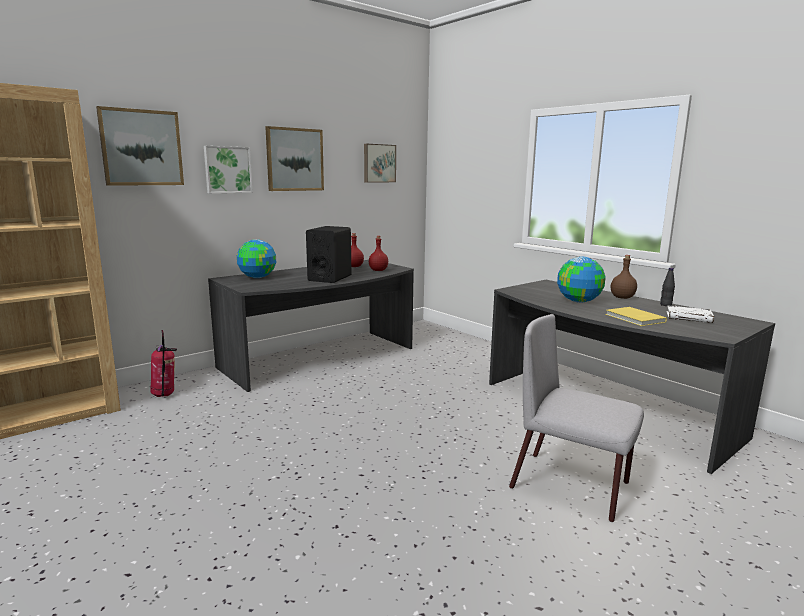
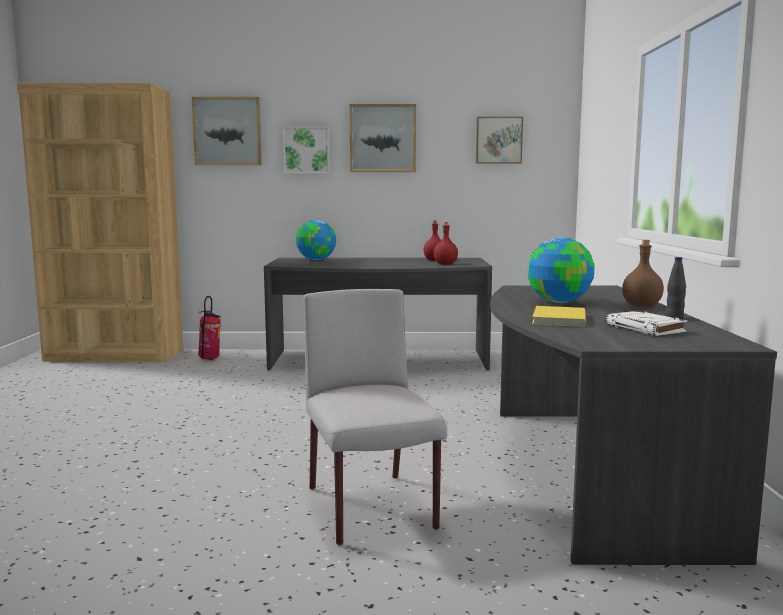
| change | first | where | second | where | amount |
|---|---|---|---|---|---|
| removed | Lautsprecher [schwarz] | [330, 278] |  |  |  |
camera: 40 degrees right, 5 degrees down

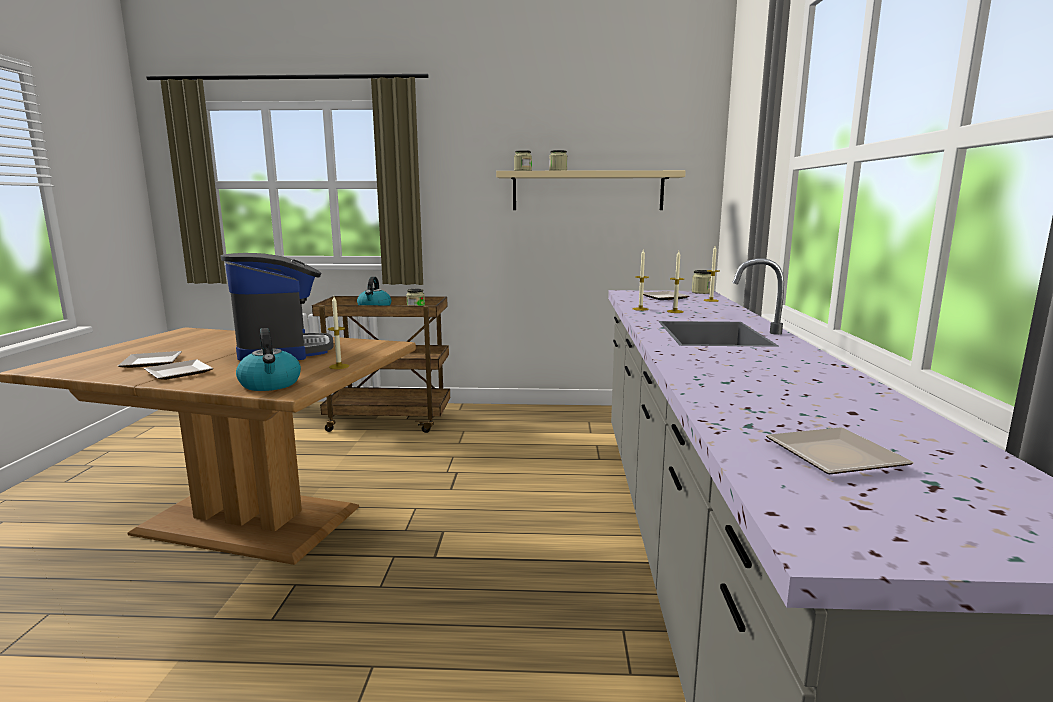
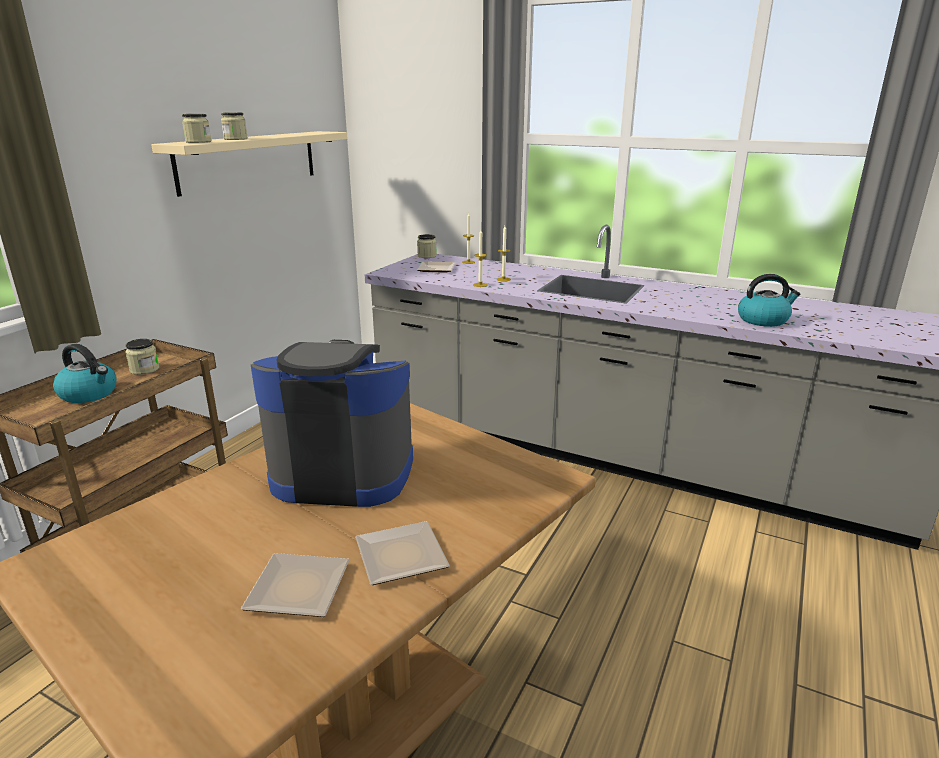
| change | first | where | second | where | amount |
|---|---|---|---|---|---|
| moved | Wasserkessel | [270, 384] |  | [763, 320] |  |
| removed | Kerze | [339, 366] |  |  |  |
| removed | Teller | [834, 458] |  |  |  |
camera: 65 degrees left, 10 degrees up

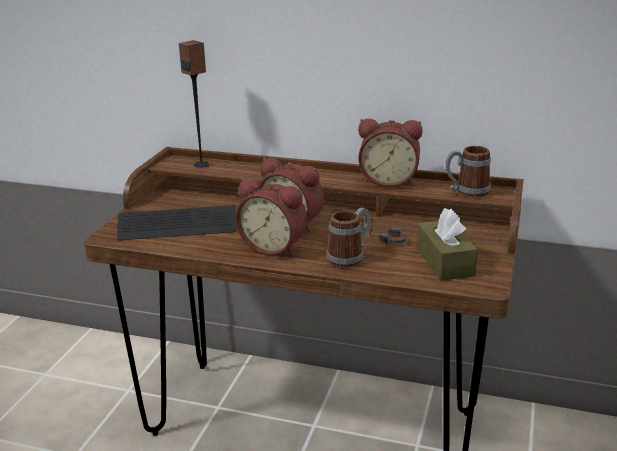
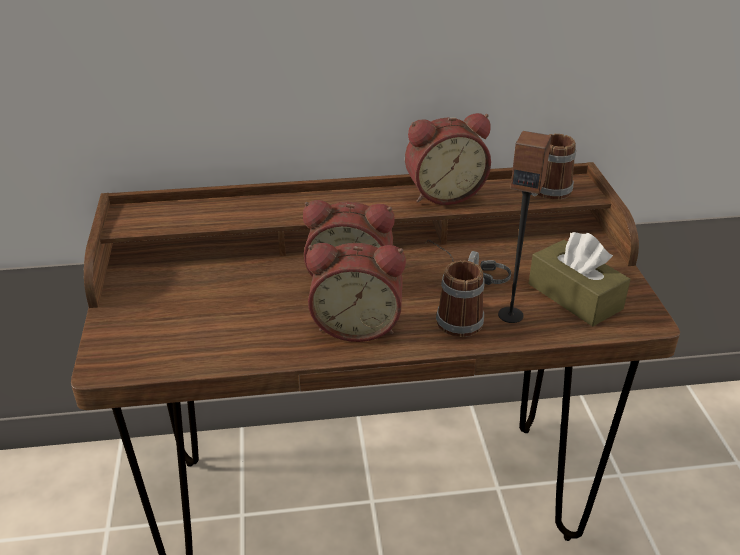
| change | first | where | second | where | amount |
|---|---|---|---|---|---|
| removed | Tastatur | [177, 225] |  |  |  |
| moved | Lautsprecher | [201, 164] |  | [510, 315] |  |
camera: 25 degrees left, 10 degrees up

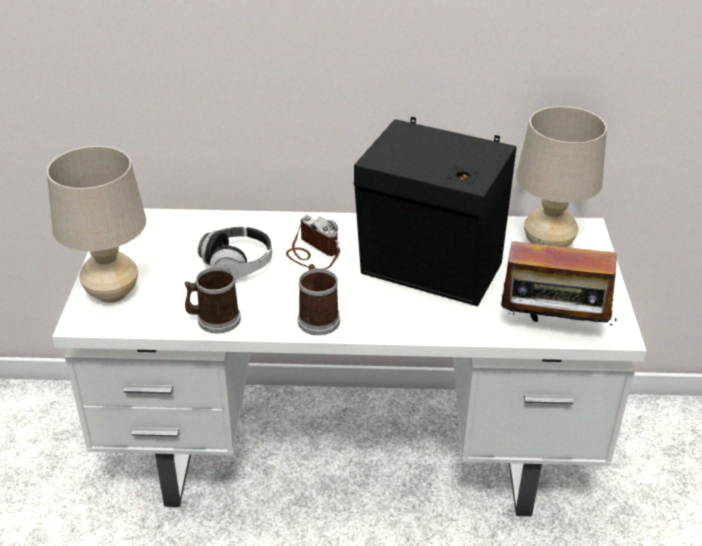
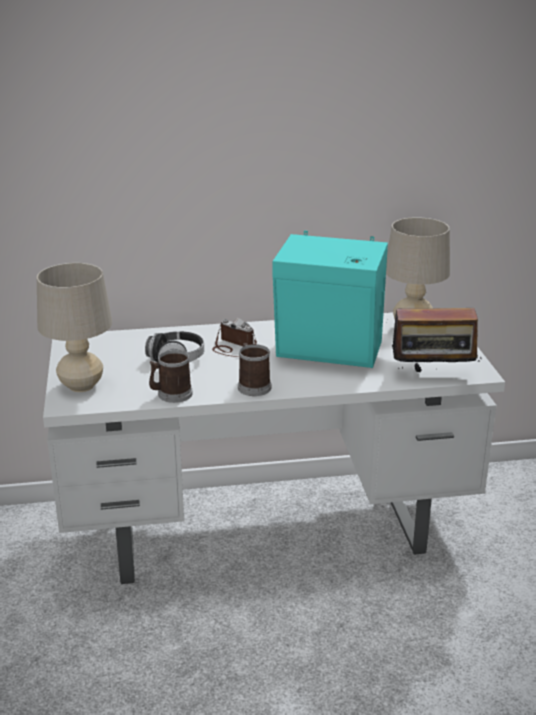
| change | first | where | second | where | amount |
|---|---|---|---|---|---|
| recoloured | Lautsprecher [schwarz] | [431, 273] | Lautsprecher [türkis] | [330, 352] |  |
camera: 10 degrees left, 10 degrees down

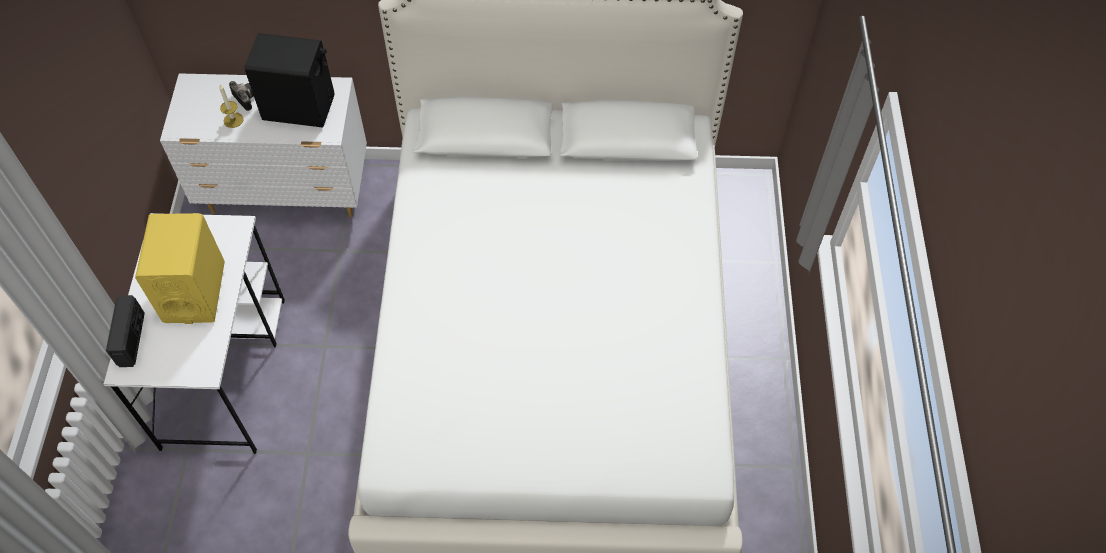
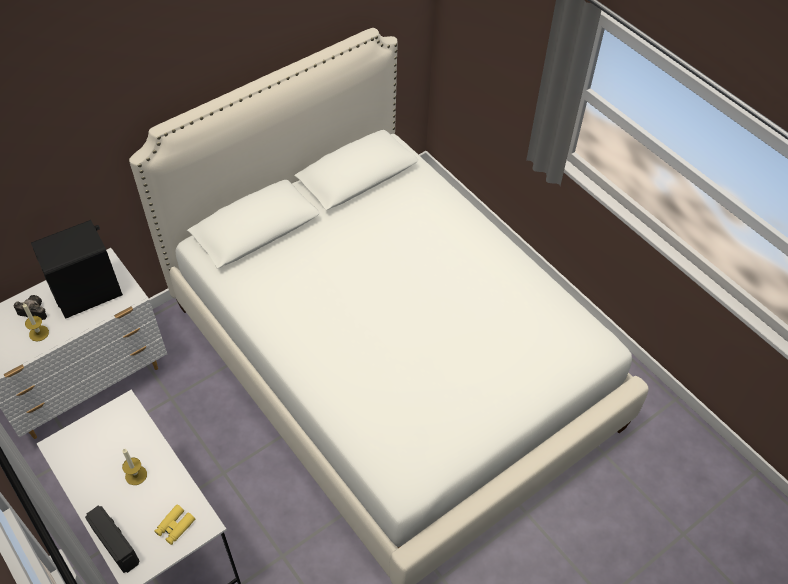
| change | first | where | second | where | amount |
|---|---|---|---|---|---|
| replaced | Lautsprecher [gelb] | [194, 292] | Kerze | [136, 475] |  |
| added |  |  | Fernglas [gelb] | [175, 527] |  |
camera: 40 degrees left, 5 degrees down

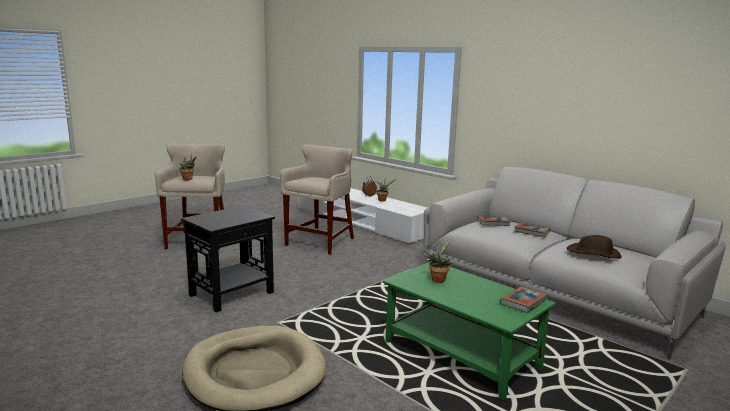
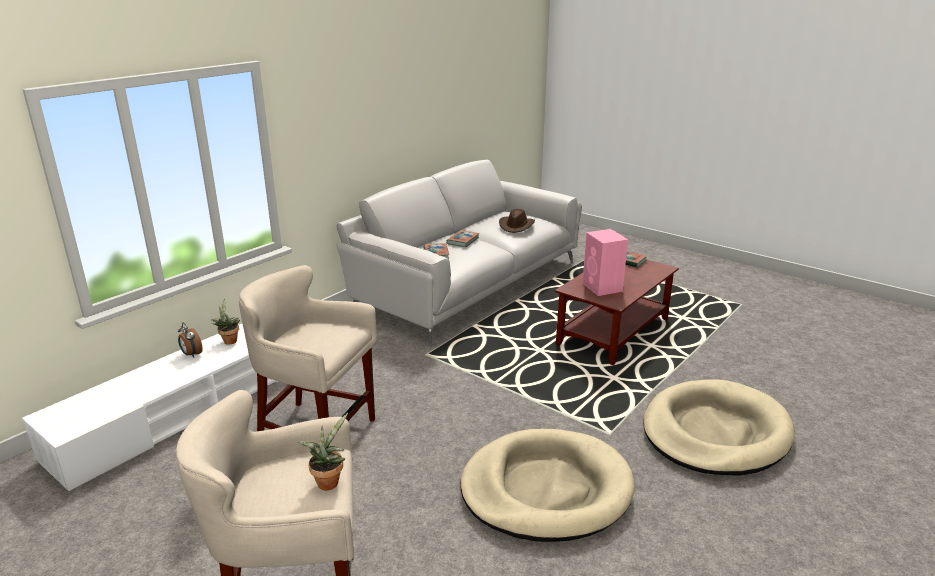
| change | first | where | second | where | amount |
|---|---|---|---|---|---|
| replaced | Beistelltisch [schwarz] | [232, 293] | Hundebett [beige] | [546, 489] |  |
| recoloured | Couchtisch [grün] | [462, 355] | Couchtisch [braun] | [613, 331] |  |
| replaced | Topfpflanze | [438, 279] | Lautsprecher [rosa] | [602, 287] |  |
camera: 95 degrees left, 10 degrees up

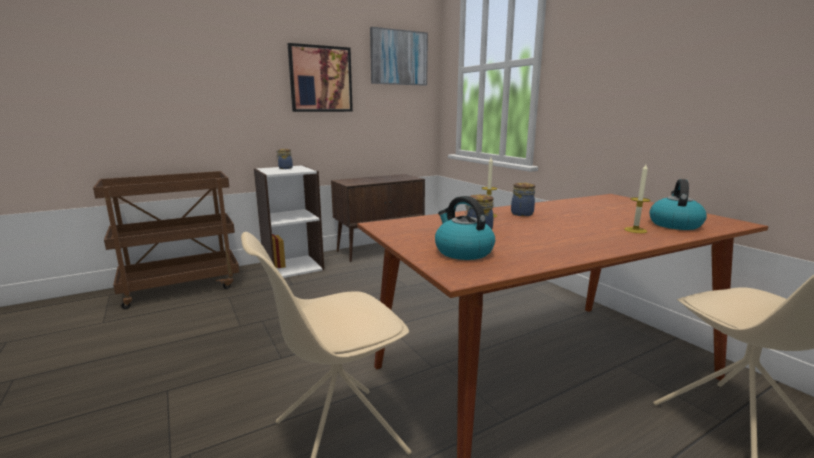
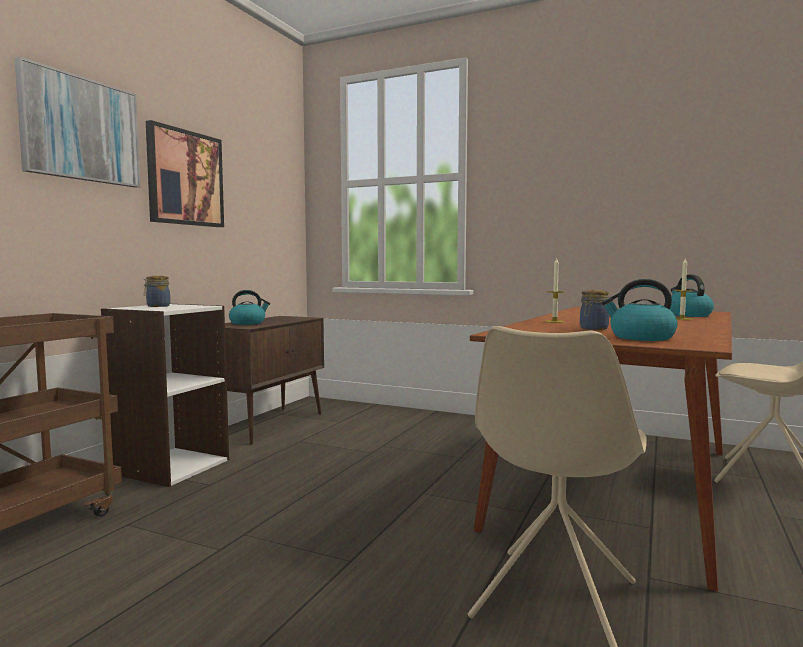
| change | first | where | second | where | amount |
|---|---|---|---|---|---|
| moved | Bild | [398, 57] |  | [81, 129] |  |
| removed | Vorratsglas | [523, 214] |  |  |  |
| added |  |  | Wasserkessel | [248, 323] |  |
camera: 35 degrees left, 10 degrees down

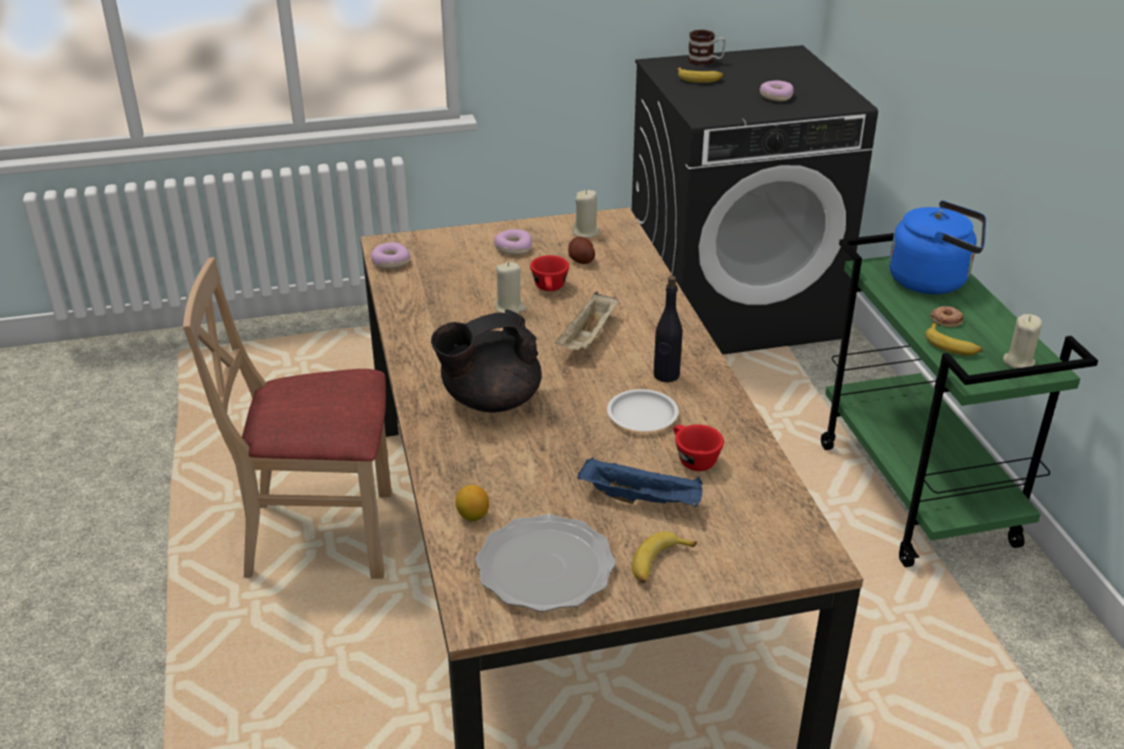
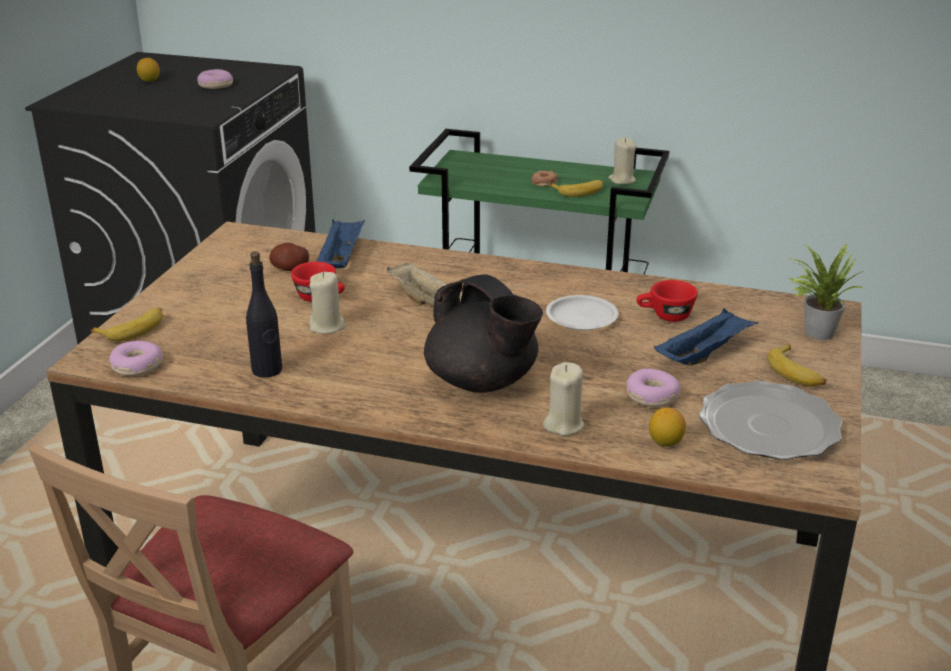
| change | first | where | second | where | amount |
|---|---|---|---|---|---|
| turned | Teekanne [schwarz] | [490, 401] |  | [483, 382] | 45 degrees counterclockwise |
| moved | Donut | [513, 248] |  | [652, 396] |  |
| moved | Kerze [beige] | [586, 232] |  | [563, 424] |  |
| moved | Flasche [schwarz] | [666, 375] |  | [267, 370] |  |
| moved | Banane | [699, 79] |  | [133, 329] |  |
| removed | Henkelbecher | [706, 61] |  |  |  |
| removed | Wasserkessel [blau] | [933, 281] |  |  |  |
| added |  |  | Zitrone | [149, 81] |  |
| added |  |  | Tablett [blau] | [341, 258] |  |
| added |  |  | Topfpflanze | [815, 332] |  |
camera: 60 degrees left, 5 degrees down

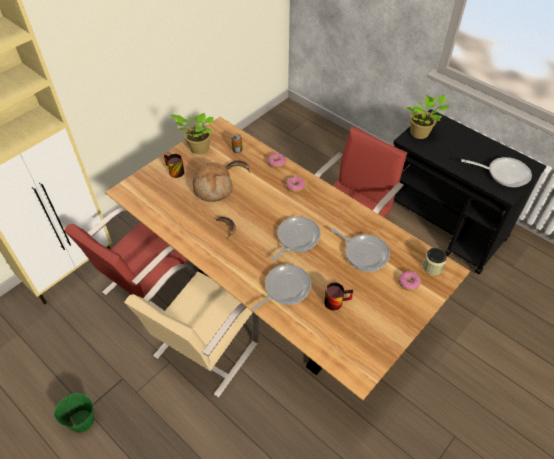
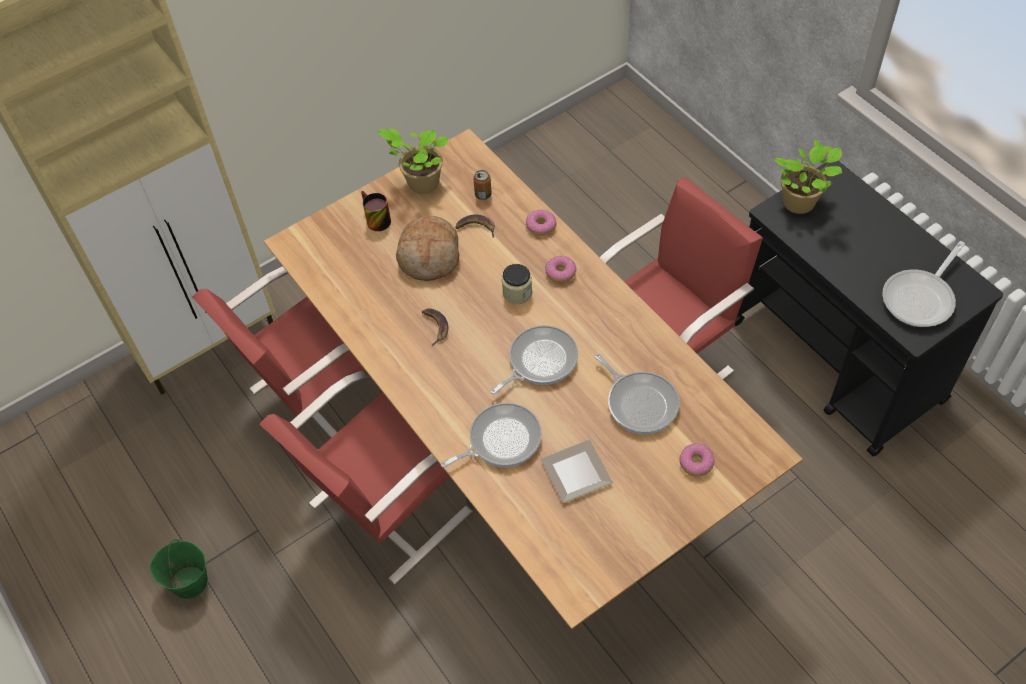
| change | first | where | second | where | amount |
|---|---|---|---|---|---|
| recoloured | Stuhl [beige] | [204, 351] | Stuhl [rot] | [388, 508] |  |
| replaced | Henkelbecher | [336, 300] | Teller | [573, 472] |  |
| moved | Vorratsglas | [432, 267] |  | [517, 293] |  |
| turned | Pfanne | [503, 174] |  | [921, 298] | 105 degrees clockwise |
camera: 15 degrees right, 5 degrees up

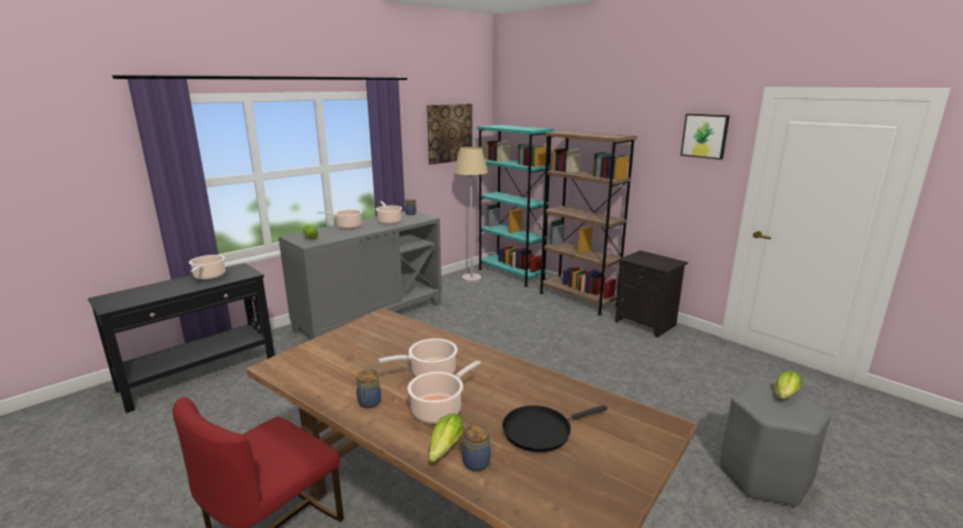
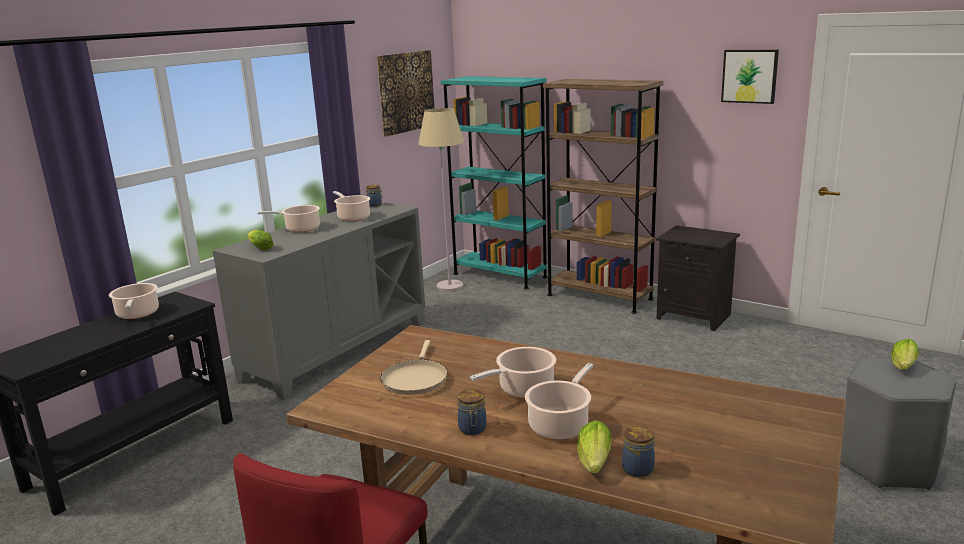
| change | first | where | second | where | amount |
|---|---|---|---|---|---|
| removed | Pfanne [schwarz] | [540, 430] |  |  |  |
| added |  |  | Pfanne [beige] | [415, 379] |  |
camera: 10 degrees left, 0 degrees up

